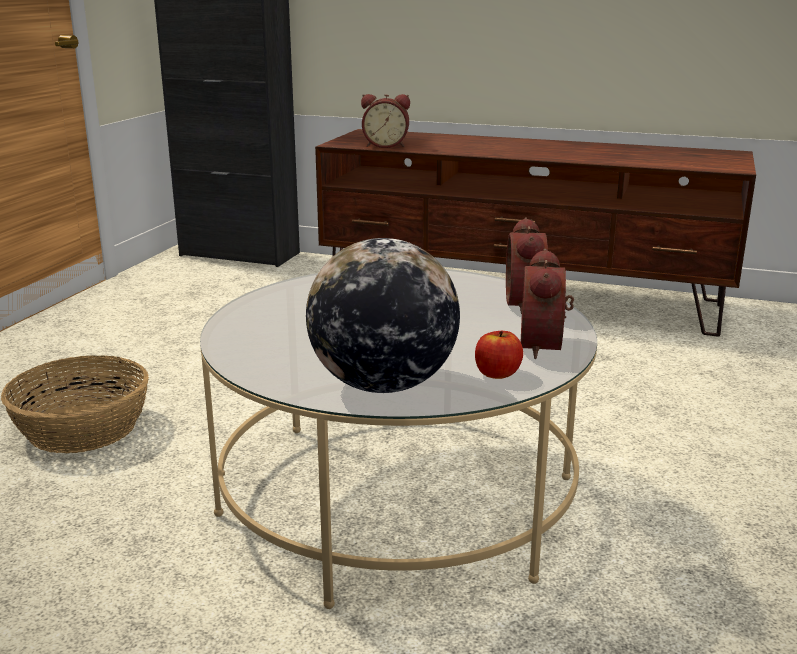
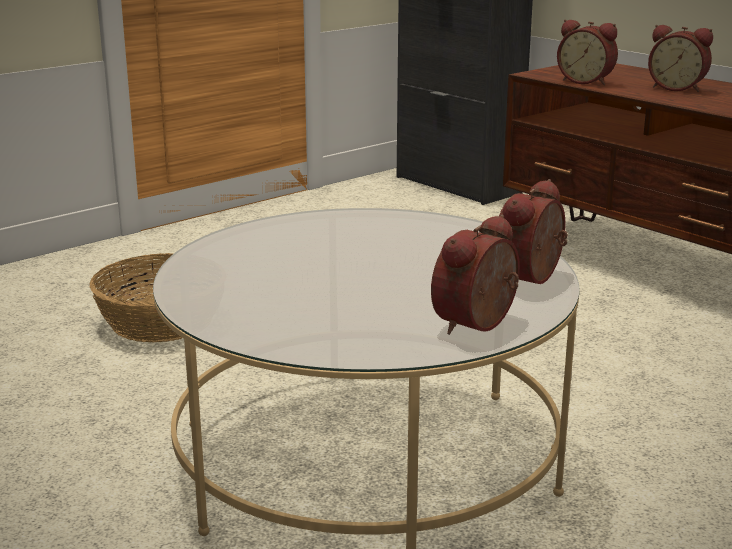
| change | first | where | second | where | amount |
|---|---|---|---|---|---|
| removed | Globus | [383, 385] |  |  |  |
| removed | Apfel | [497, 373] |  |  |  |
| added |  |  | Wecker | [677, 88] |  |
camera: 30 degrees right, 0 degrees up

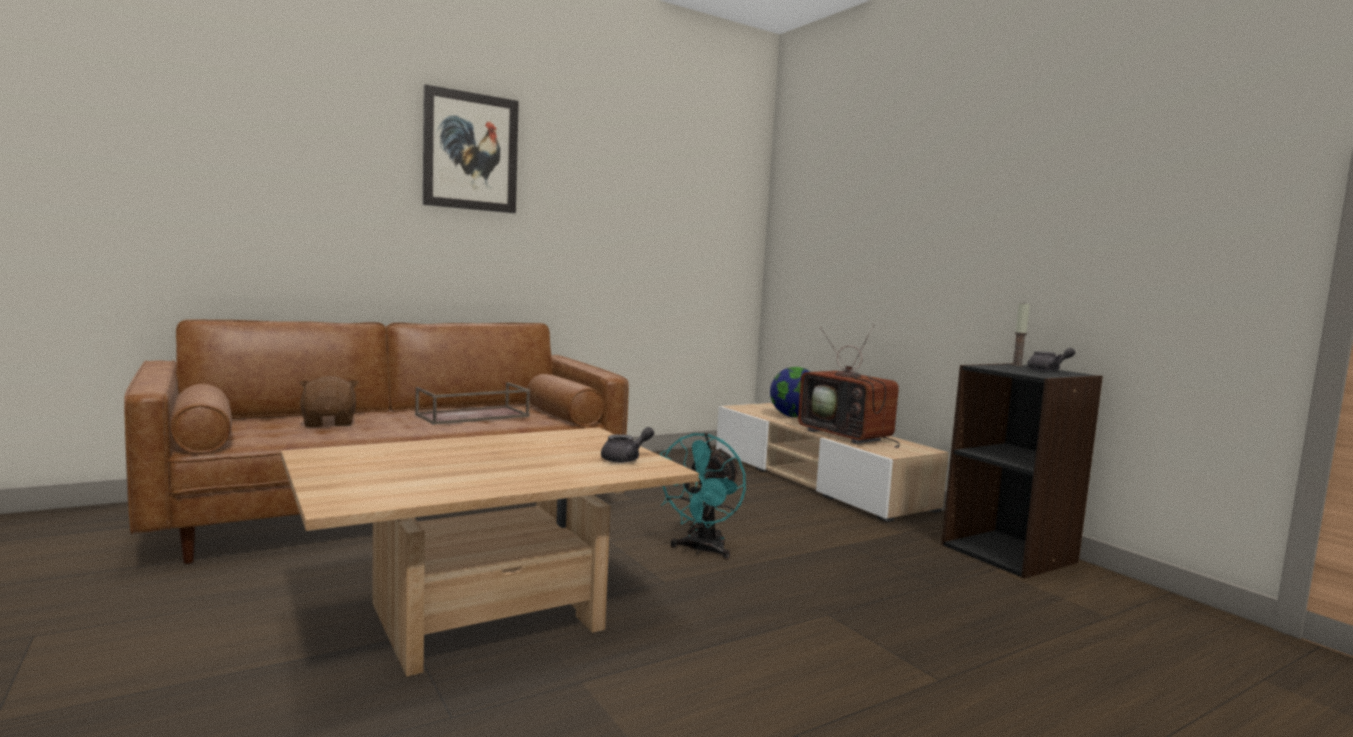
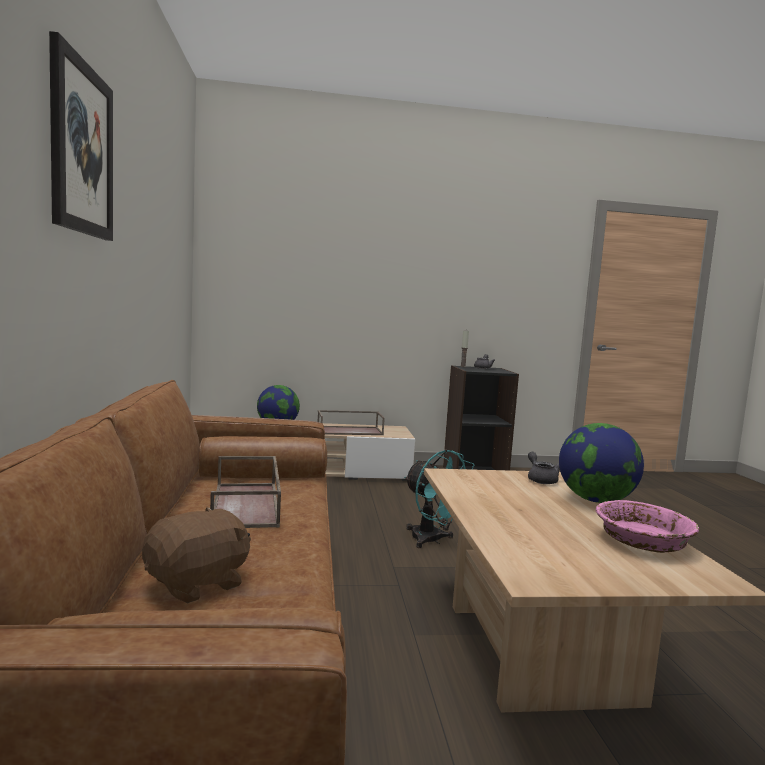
| change | first | where | second | where | amount |
|---|---|---|---|---|---|
| turned | Plüschtier [braun] | [329, 423] |  | [198, 584] | 135 degrees clockwise |
| replaced | Fernseher | [848, 436] | Tablett [braun] | [350, 431] |  |
| added |  |  | Globus | [596, 500] |  |
| added |  |  | Schüssel [rosa] | [643, 541] |  |
camera: 65 degrees left, 0 degrees up

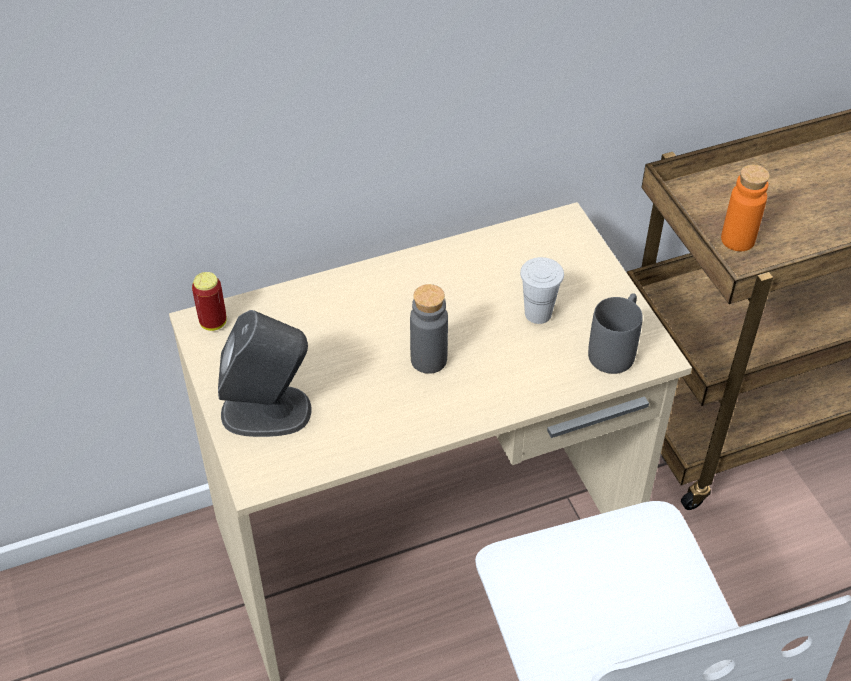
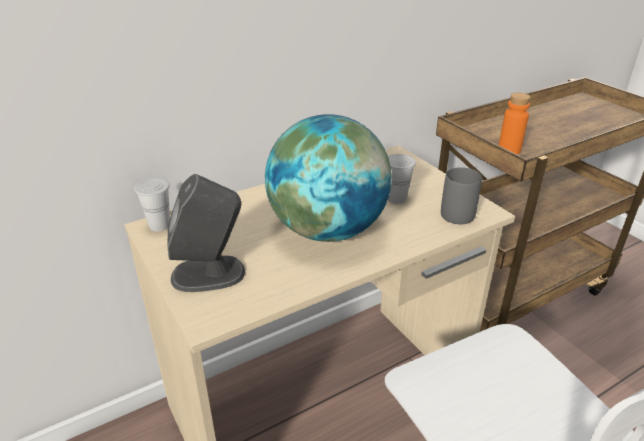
| change | first | where | second | where | amount |
|---|---|---|---|---|---|
| replaced | Dose | [213, 322] | Tasse [weiß] | [159, 225] |  |
| replaced | Flasche [grau] | [428, 360] | Globus | [328, 230] |  |
camera: 10 degrees left, 15 degrees down

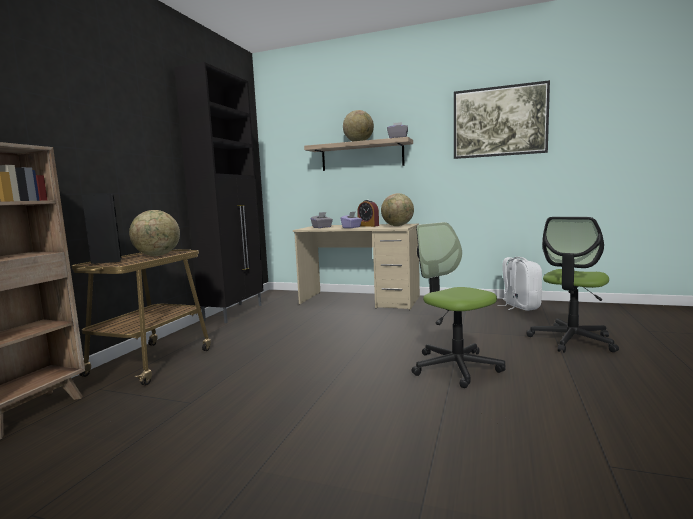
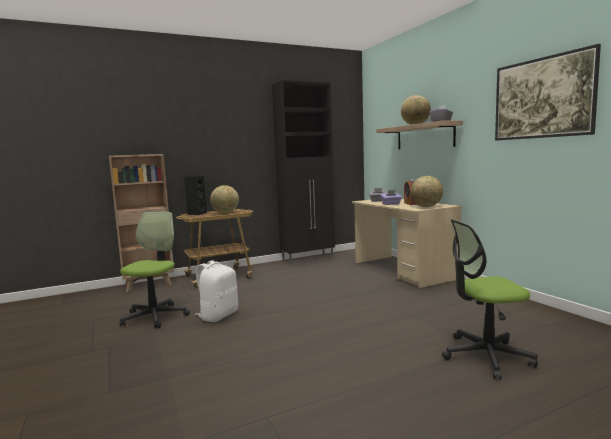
| change | first | where | second | where | amount |
|---|---|---|---|---|---|
| moved | Bürostuhl | [455, 367] |  | [155, 316] |  |
| moved | Rucksack [weiß] | [519, 307] |  | [218, 315] |  |
camera: 45 degrees right, 0 degrees up

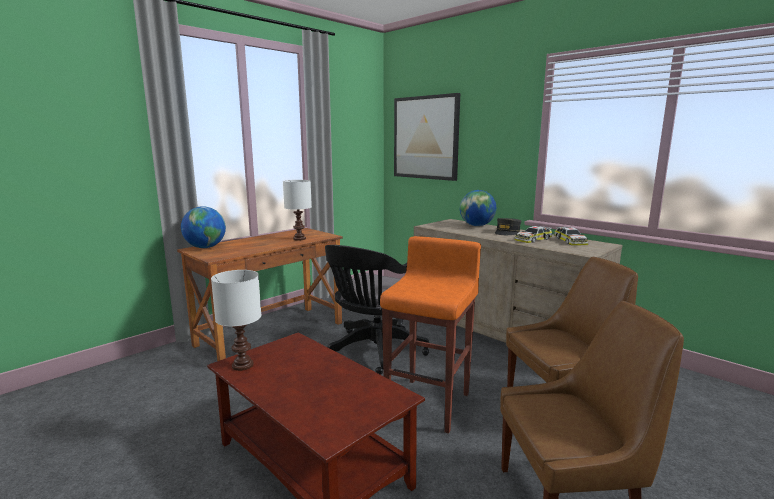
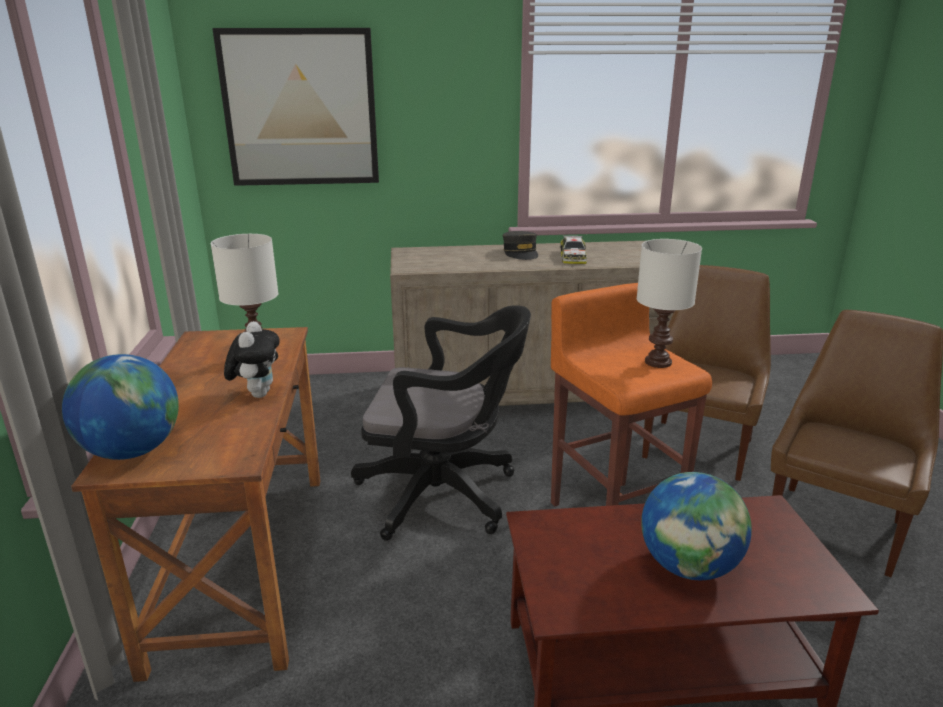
| change | first | where | second | where | amount |
|---|---|---|---|---|---|
| moved | Tischlampe [weiß] | [242, 365] |  | [658, 363] |  |
| turned | Bürostuhl [schwarz] | [374, 351] |  | [445, 495] | 60 degrees counterclockwise |
| moved | Globus | [477, 226] |  | [689, 567] |  |
| removed | Spielzeugauto | [570, 241] |  |  |  |
| added |  |  | Plüschtier | [257, 394] |  |
camera: 50 degrees left, 10 degrees up

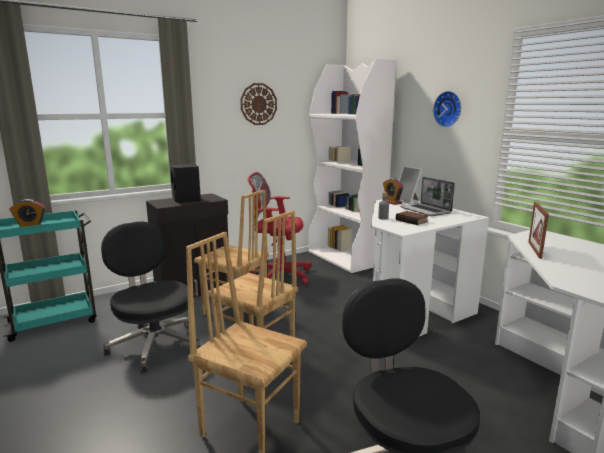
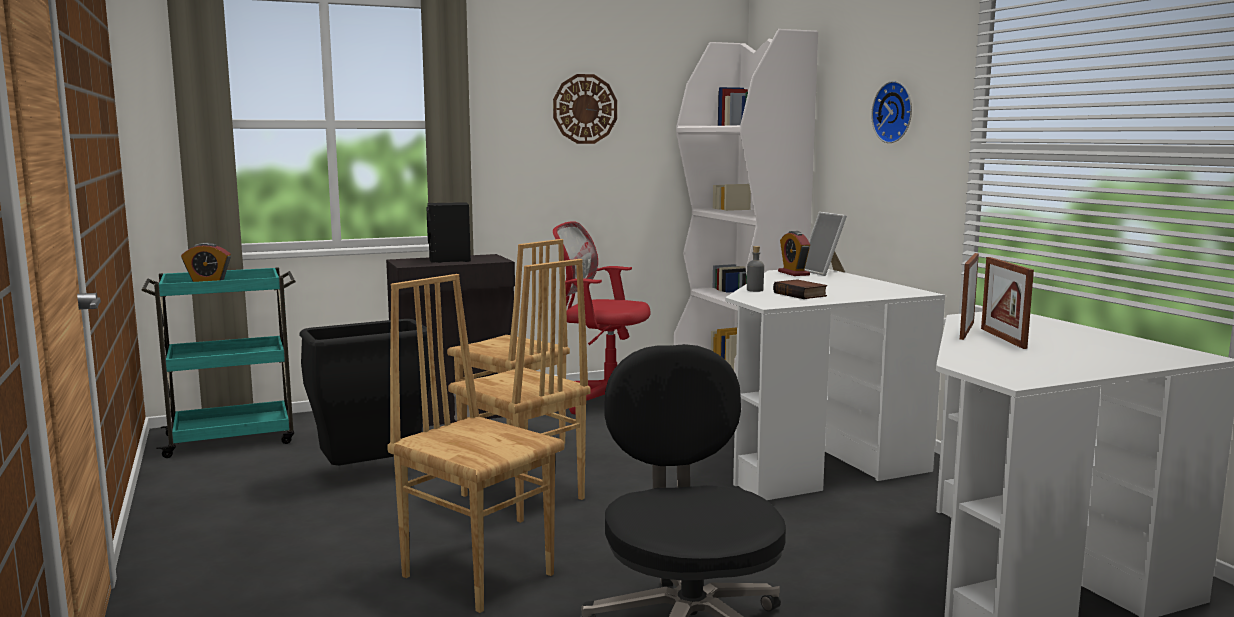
| change | first | where | second | where | amount |
|---|---|---|---|---|---|
| replaced | Bürostuhl [schwarz] | [155, 344] | Mülleimer [schwarz] | [372, 474] |  |
| removed | Laptop | [426, 211] |  |  |  |
| added |  |  | Bilderrahmen | [1003, 338] |  |
camera: 10 degrees right, 5 degrees down

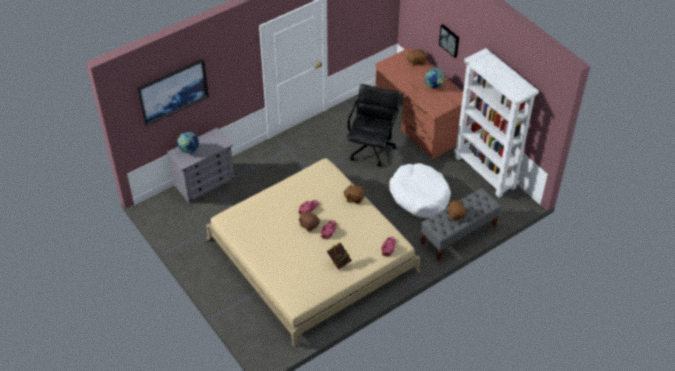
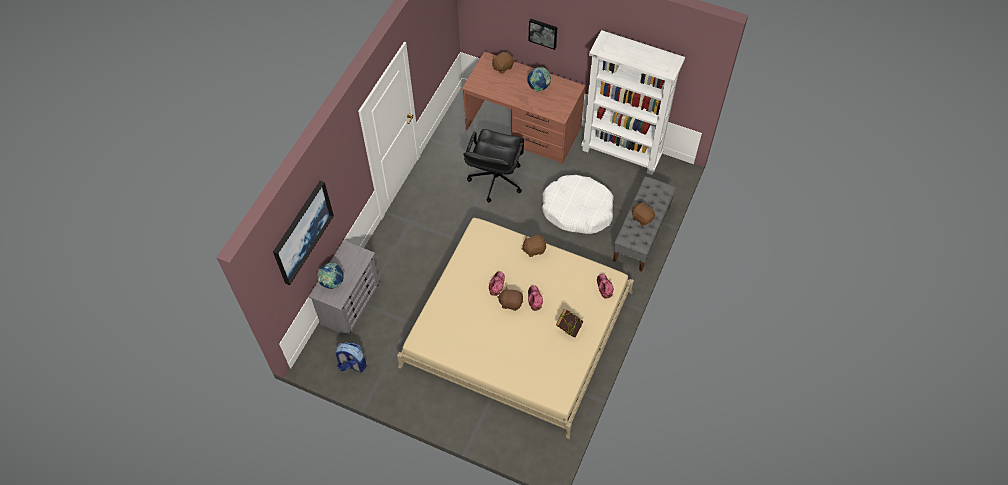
| change | first | where | second | where | amount |
|---|---|---|---|---|---|
| turned | Bürostuhl [schwarz] | [371, 148] |  | [495, 180] | 150 degrees counterclockwise |
| added |  |  | Rucksack | [352, 365] |  |
camera: 30 degrees left, 10 degrees up

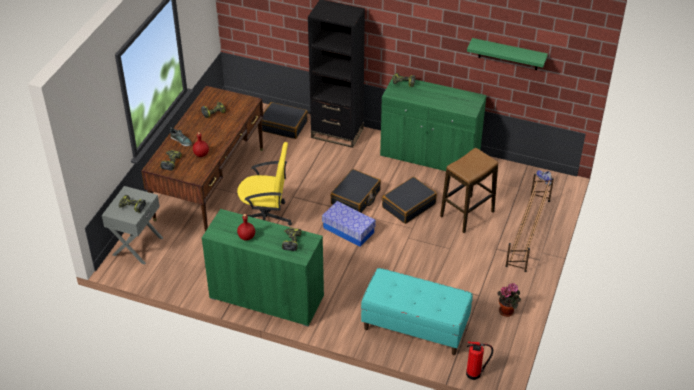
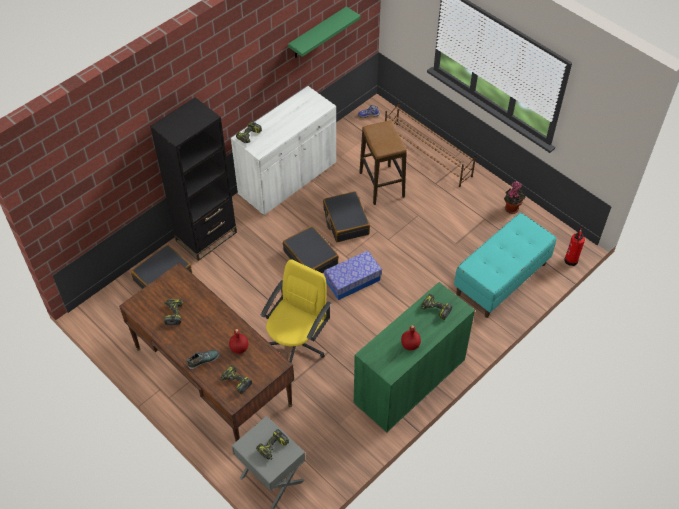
| change | first | where | second | where | amount |
|---|---|---|---|---|---|
| recoloured | Schrank [grün] | [430, 156] | Schrank [weiß] | [288, 179] |  |
camera: 65 degrees left, 10 degrees up

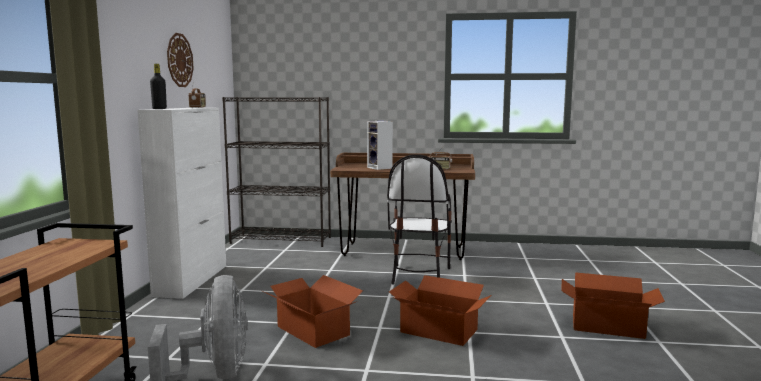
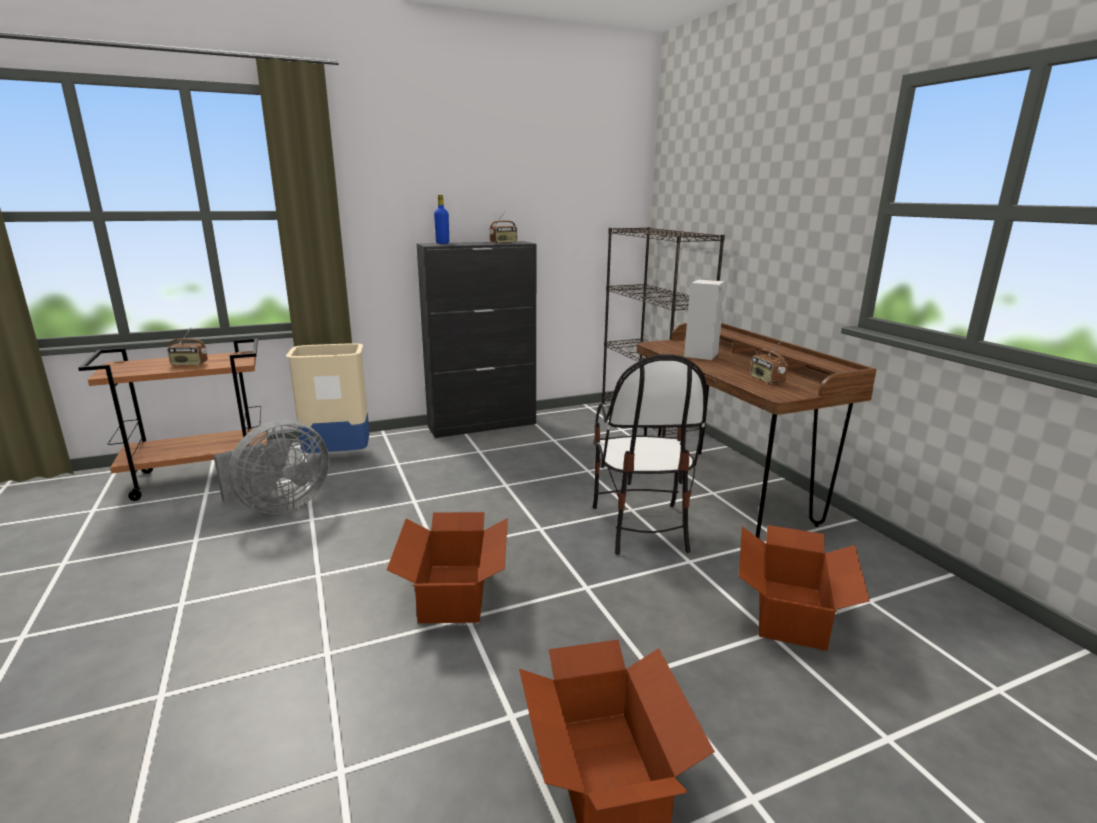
| change | first | where | second | where | amount |
|---|---|---|---|---|---|
| recoloured | Schrank [weiß] | [192, 280] | Schrank [schwarz] | [483, 425] |  |
| recoloured | Flasche [schwarz] | [159, 109] | Flasche [blau] | [442, 243] |  |
| removed | Wanduhr | [179, 60] |  |  |  |
| moved | Karton | [313, 330] |  | [791, 612] |  |
| turned | Stuhl | [418, 275] |  | [641, 527] | 75 degrees counterclockwise |
| added |  |  | Radio | [189, 364] |  |
| added |  |  | Mülleimer [beige] | [338, 456] |  |
camera: 60 degrees right, 10 degrees up

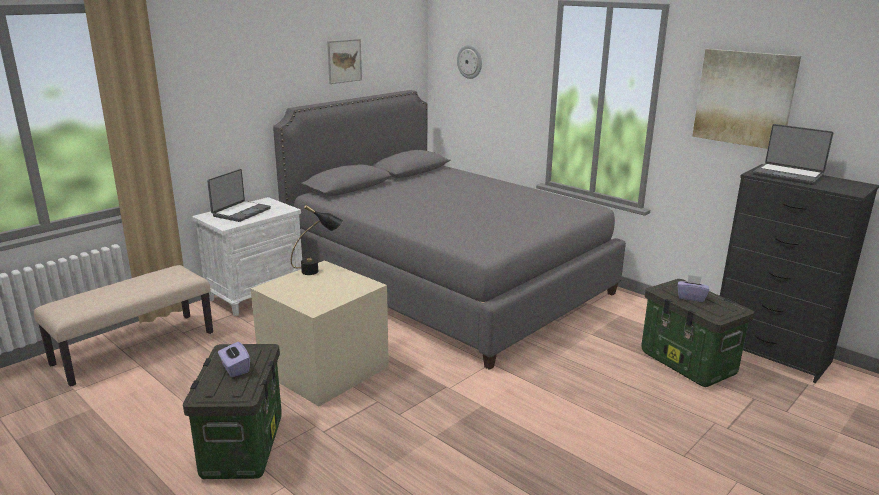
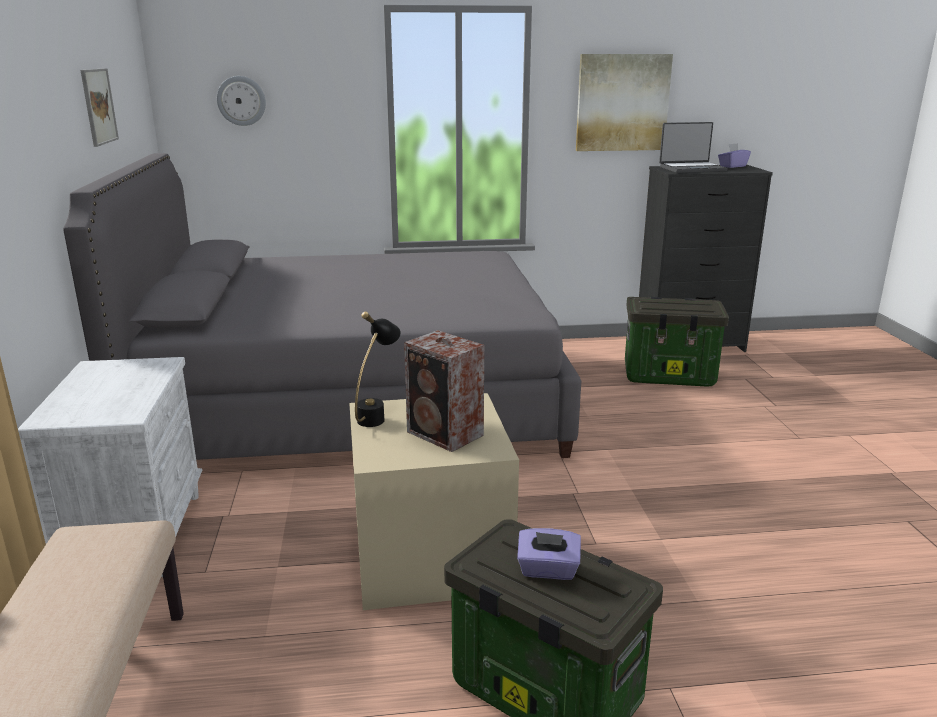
| change | first | where | second | where | amount |
|---|---|---|---|---|---|
| removed | Laptop | [241, 212] |  |  |  |
| moved | Taschentuchbox [lila] | [691, 297] |  | [732, 166] |  |
| added |  |  | Lautsprecher | [446, 434] |  |
camera: 50 degrees left, 0 degrees up

